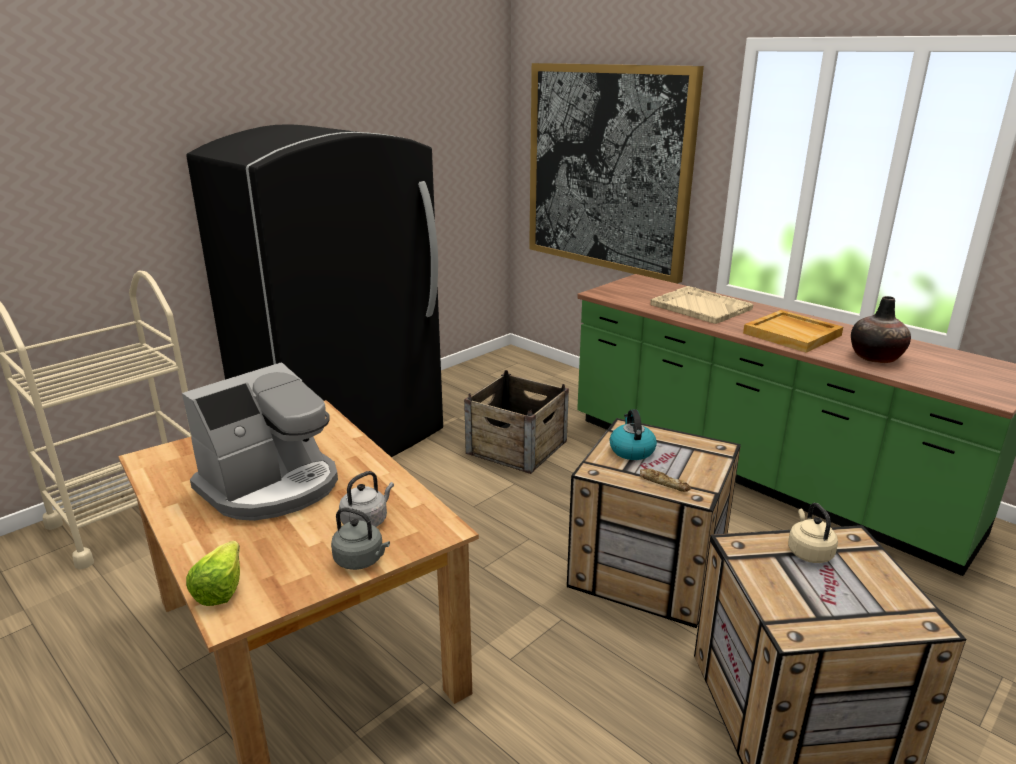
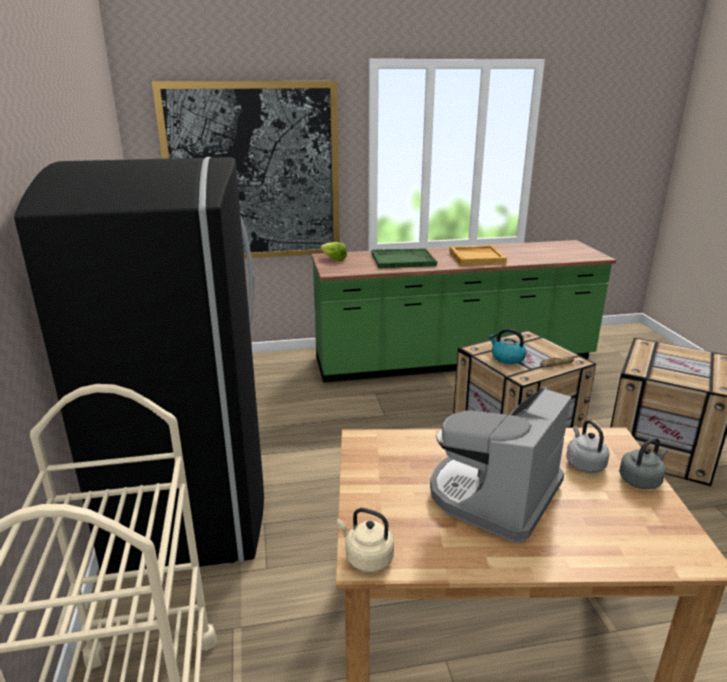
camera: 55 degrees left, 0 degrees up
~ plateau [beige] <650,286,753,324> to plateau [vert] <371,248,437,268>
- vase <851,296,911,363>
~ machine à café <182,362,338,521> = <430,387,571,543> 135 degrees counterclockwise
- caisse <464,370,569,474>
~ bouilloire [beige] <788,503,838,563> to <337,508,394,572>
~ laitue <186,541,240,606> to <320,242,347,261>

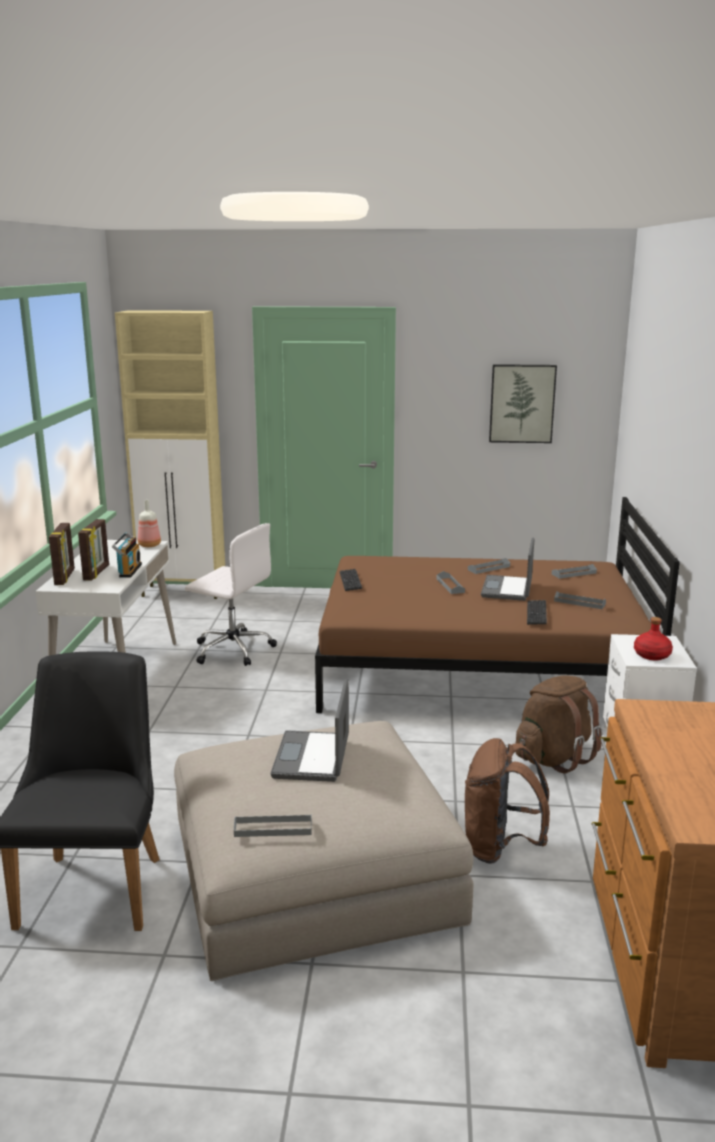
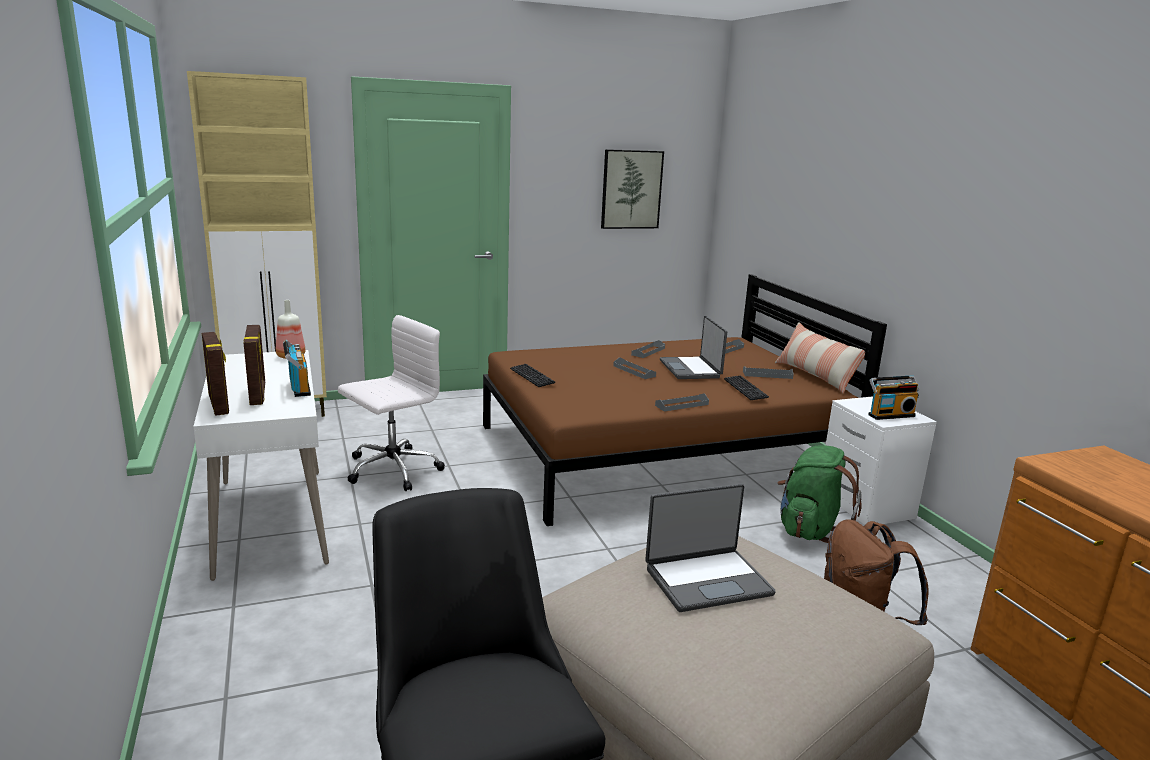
camera: 25 degrees left, 0 degrees up
~ chaise de bureau [blanc] <185,523,277,666> = <338,315,445,491> 45 degrees counterclockwise
~ bouteille [rouge] <634,617,673,660> to radio <868,376,919,420>
~ sac à dos [marron] <515,676,602,774> to sac à dos [vert] <777,445,862,543>
~ ordinateur portable <270,679,349,782> = <645,483,776,612> 90 degrees counterclockwise
~ plateau [gris] <234,814,312,837> to <655,393,709,411>
+ coussin <775,322,865,394>

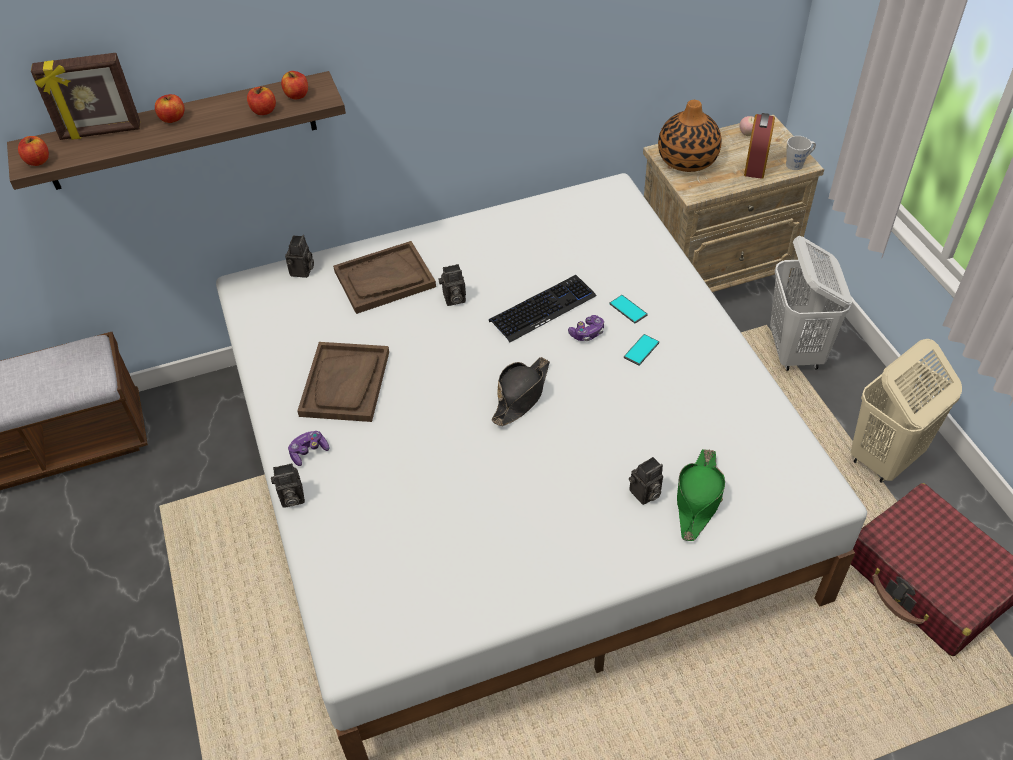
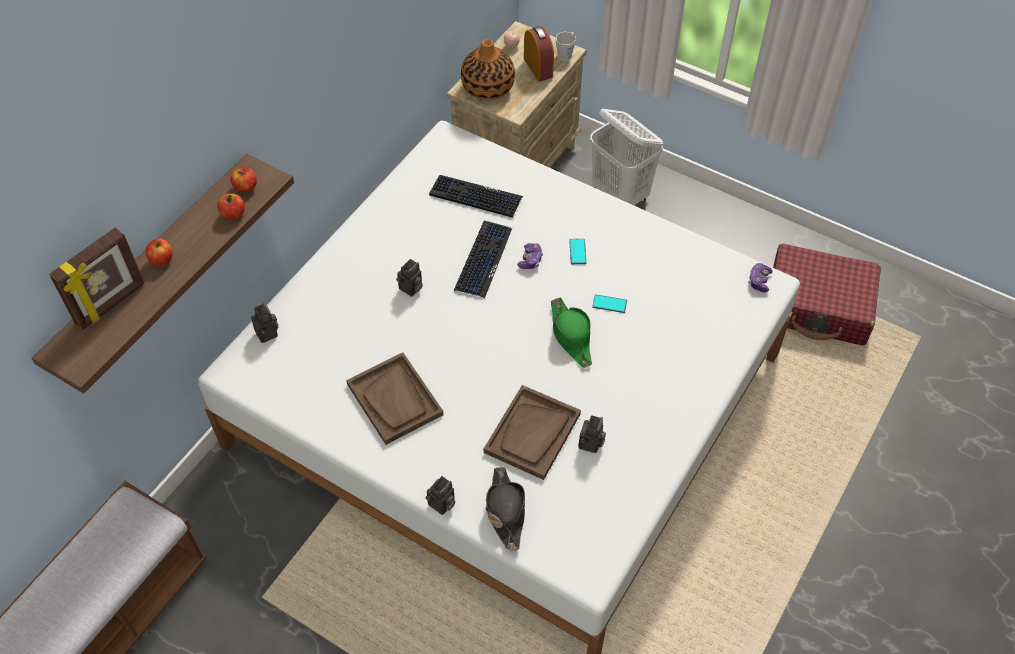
camera: 40 degrees left, 5 degrees up
- pomme <18,136,49,166>
~ plateau [marron] <333,241,436,314> to <484,385,581,480>
~ téléphone <610,295,648,324> to <592,294,627,313>
- panier à linge [beige] <851,339,962,483>
~ chapeau [noir] <491,357,550,426> to <486,467,525,551>
~ manette <288,431,329,466> to <748,263,773,292>
~ chapeau [vert] <677,449,725,541> to <551,297,592,368>
~ appareil photo <629,457,663,505> to <578,415,606,453>
+ clavier <429,175,523,218>

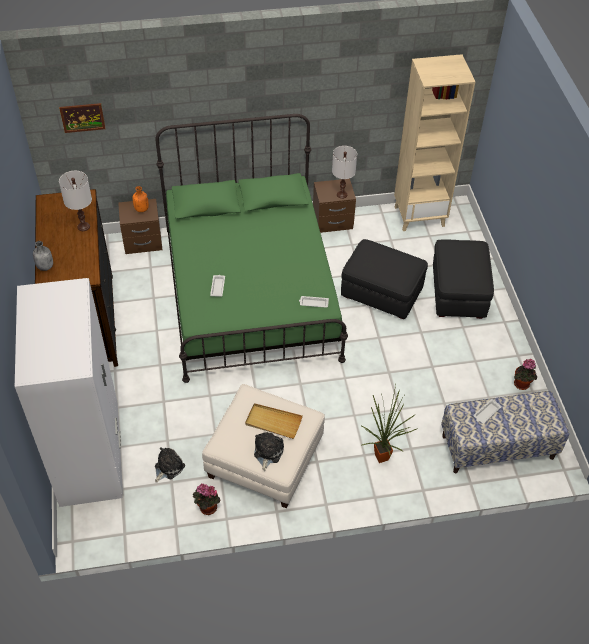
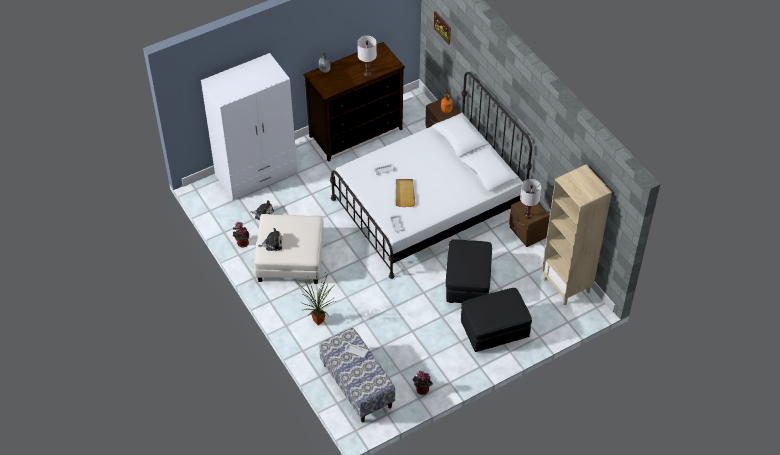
camera: 70 degrees right, 0 degrees up
~ lit [vert] <155,114,348,383> to lit [blanc] <330,72,532,279>
~ plateau [beige] <245,403,303,439> to <396,179,415,207>

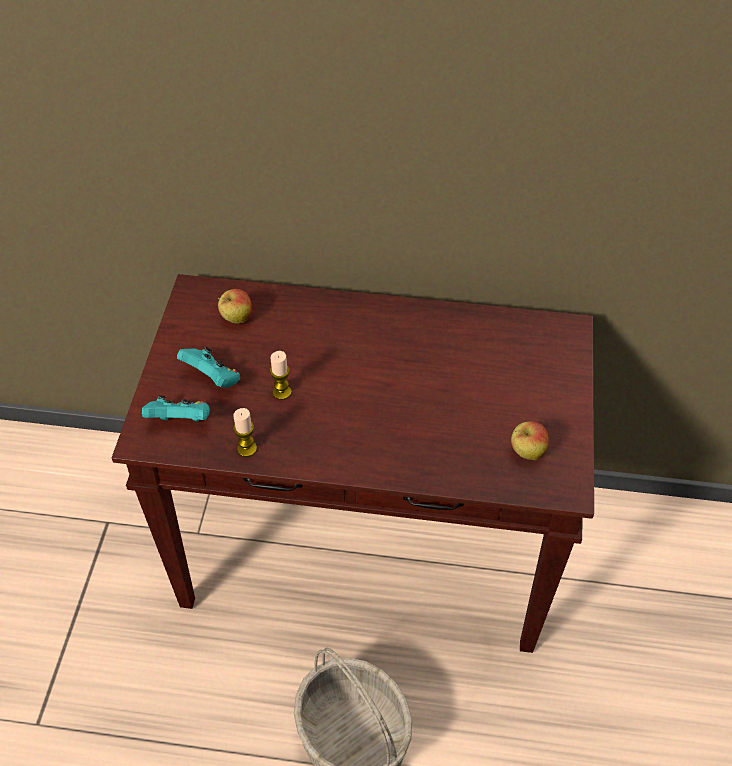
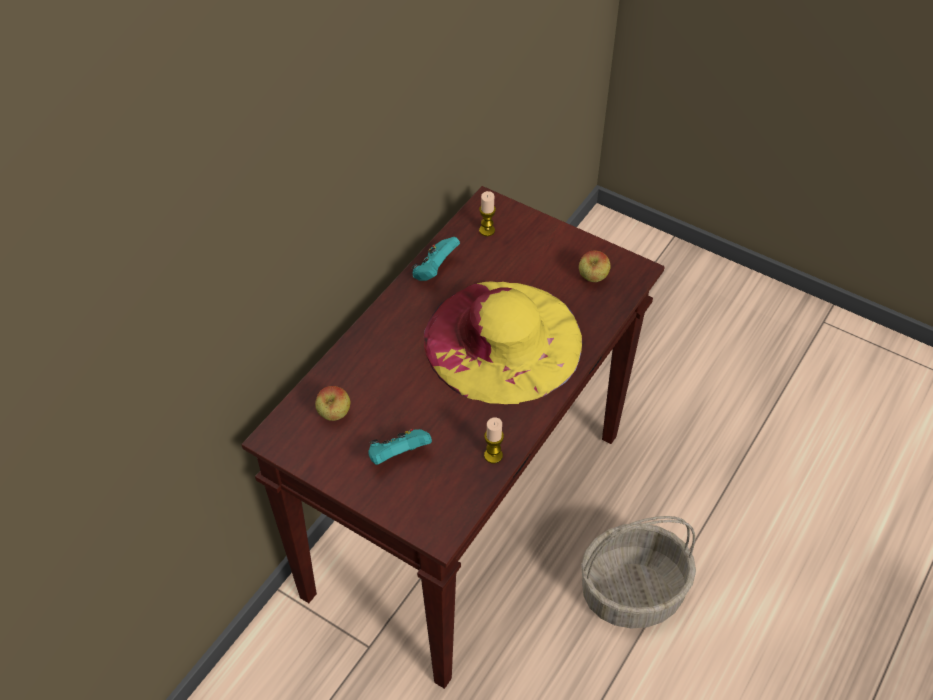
camera: 65 degrees left, 0 degrees up
~ bougie <270,351,291,400> to <479,191,496,236>
~ manette [turquoise] <142,395,210,422> to <412,237,460,281>
+ chapeau [jaune] <424,281,582,404>

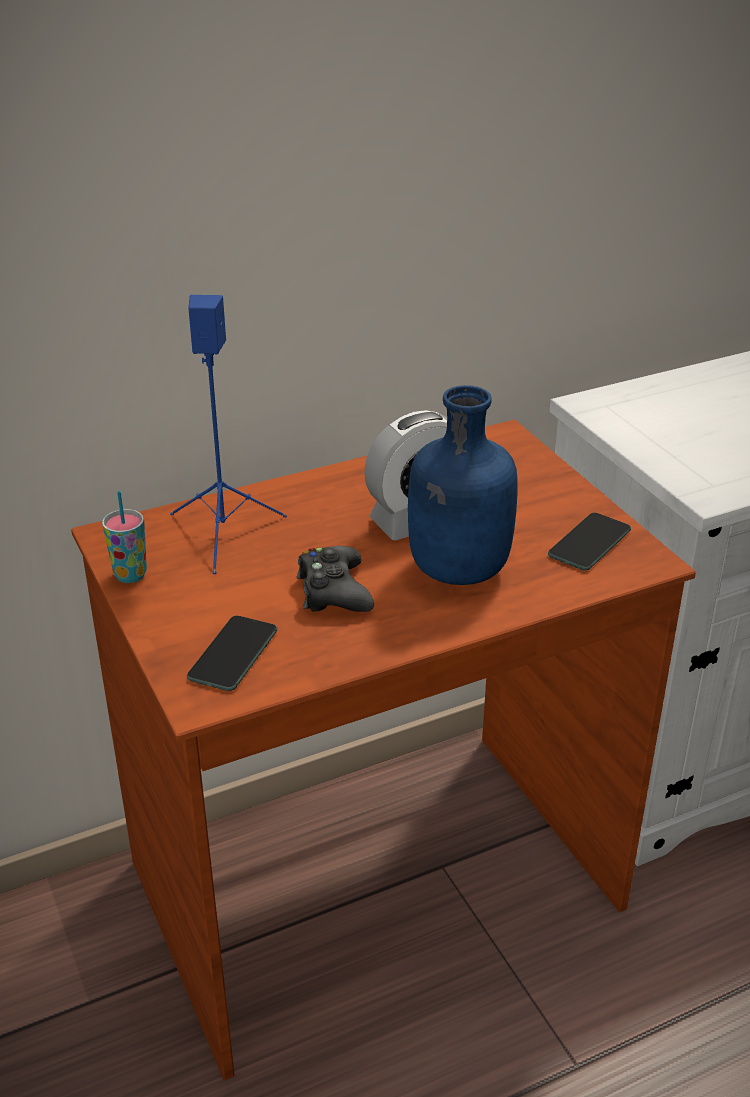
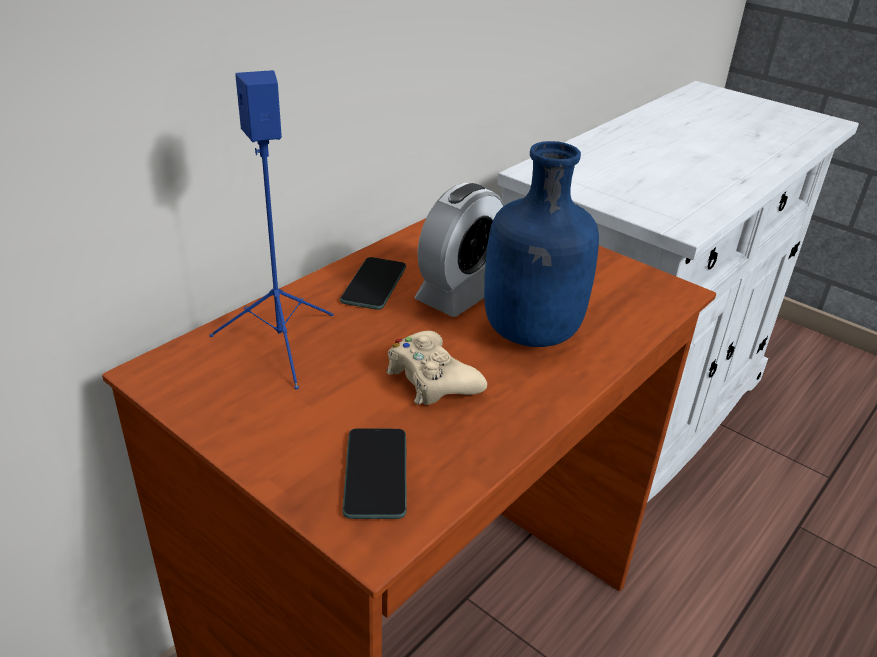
camera: 25 degrees left, 0 degrees up
- tasse <102,491,147,583>
~ téléphone <548,513,631,571> to <340,257,406,310>
~ manette [noir] <297,546,374,612> to manette [beige] <386,331,487,405>

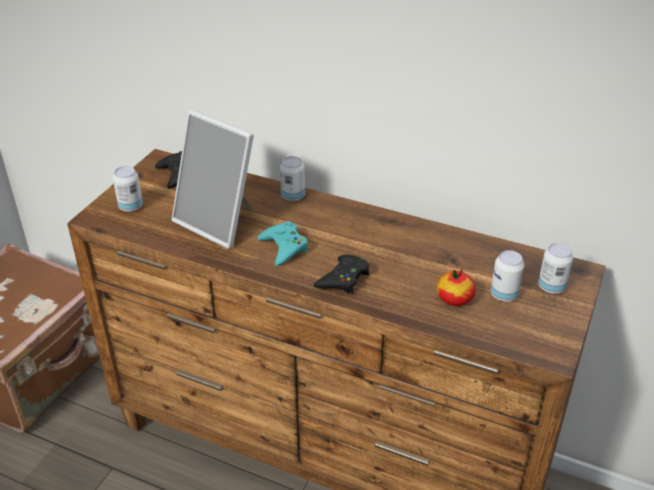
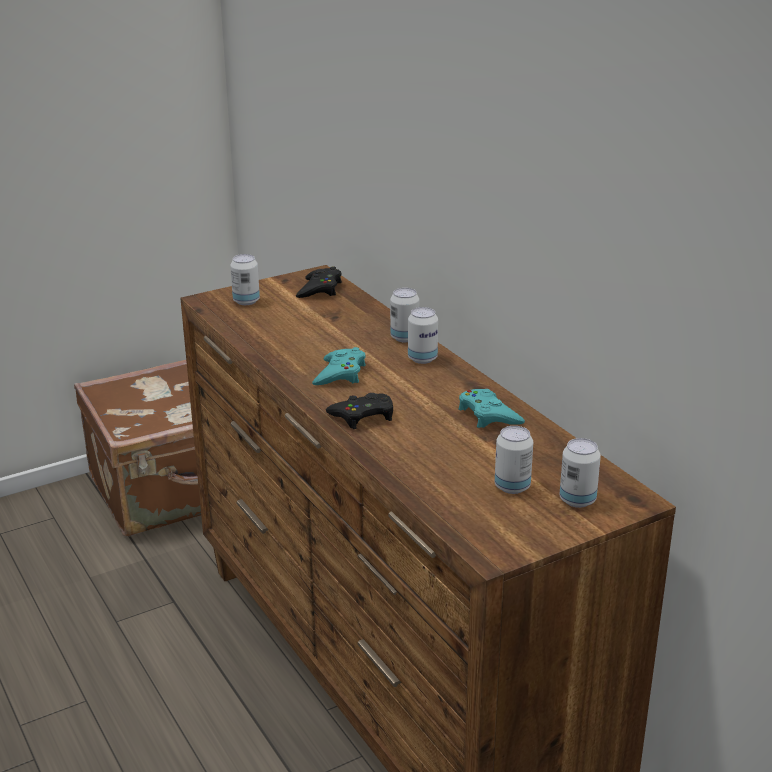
camera: 35 degrees right, 10 degrees down
- cadre photo <172,110,255,249>
- pomme <437,269,476,306>
+ boîte métallique <408,307,438,364>
+ manette [turquoise] <459,389,525,428>

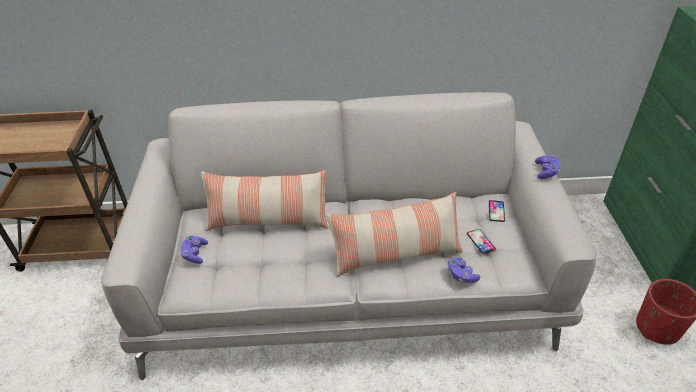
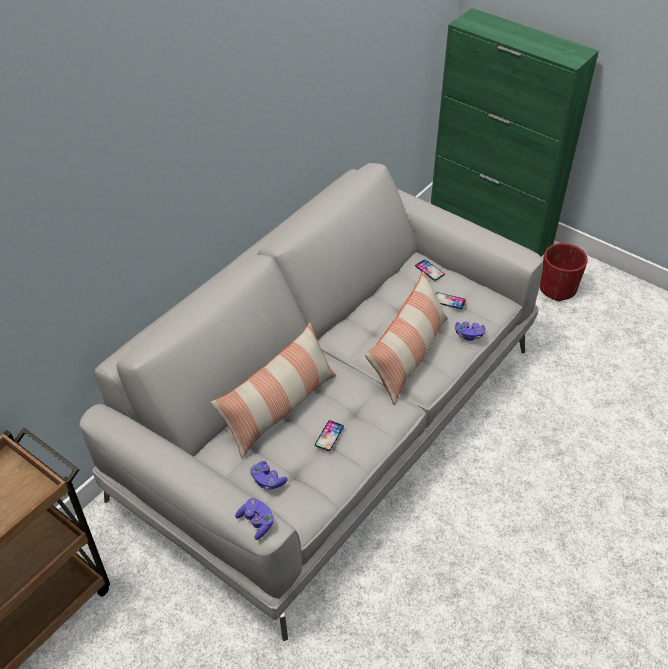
camera: 50 degrees left, 5 degrees up
~ manette [violet] <535,154,560,179> to <235,498,274,540>
+ téléphone <315,420,344,451>

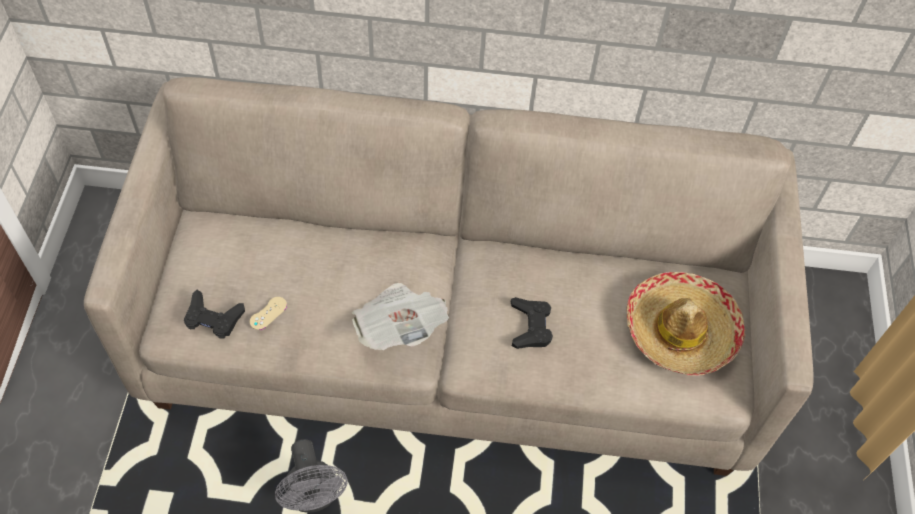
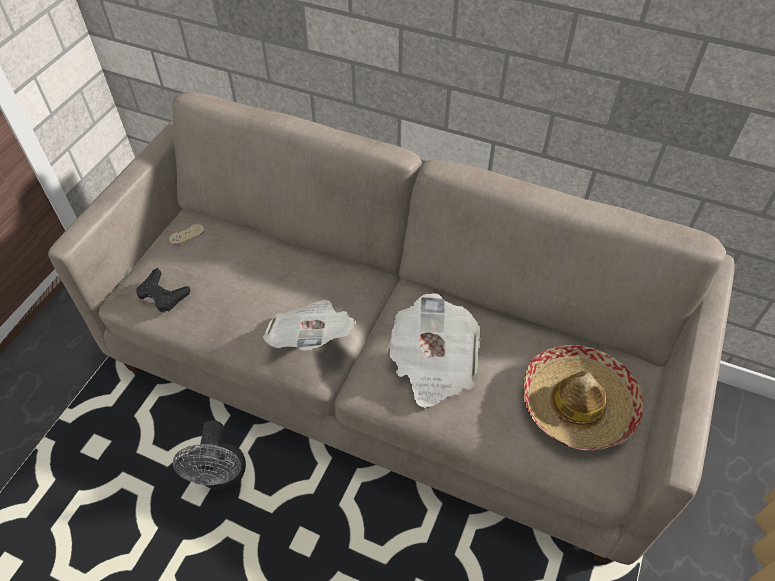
camera: 20 degrees right, 5 degrees down
~ manette [beige] <250,297,287,330> to <169,224,204,245>
~ manette [noir] <511,297,553,349> to journal <387,293,480,408>

